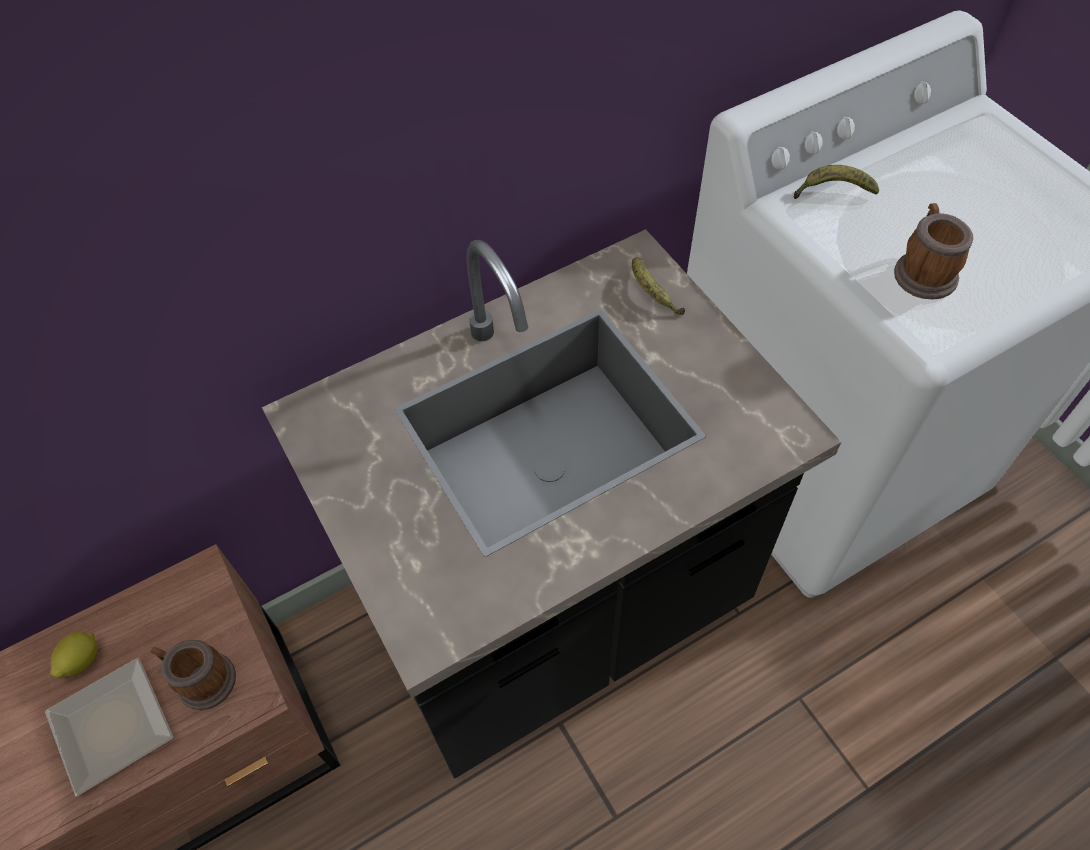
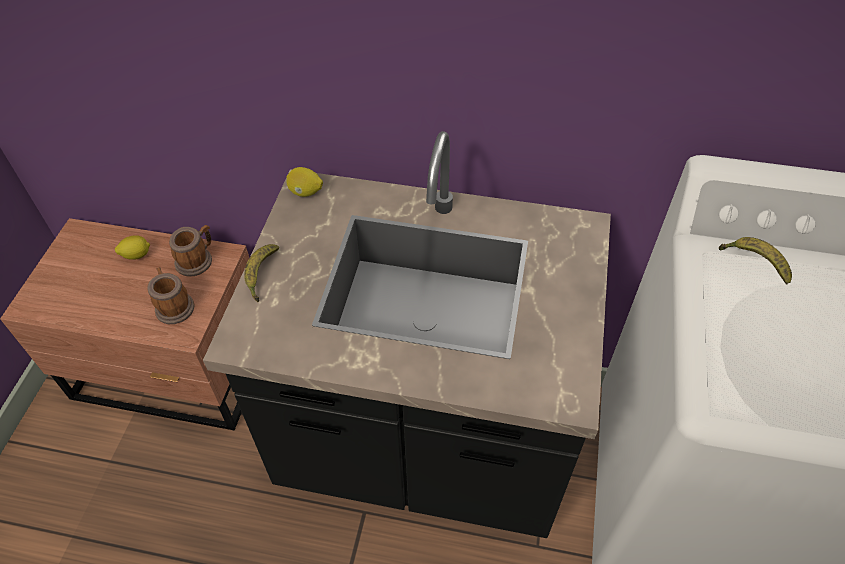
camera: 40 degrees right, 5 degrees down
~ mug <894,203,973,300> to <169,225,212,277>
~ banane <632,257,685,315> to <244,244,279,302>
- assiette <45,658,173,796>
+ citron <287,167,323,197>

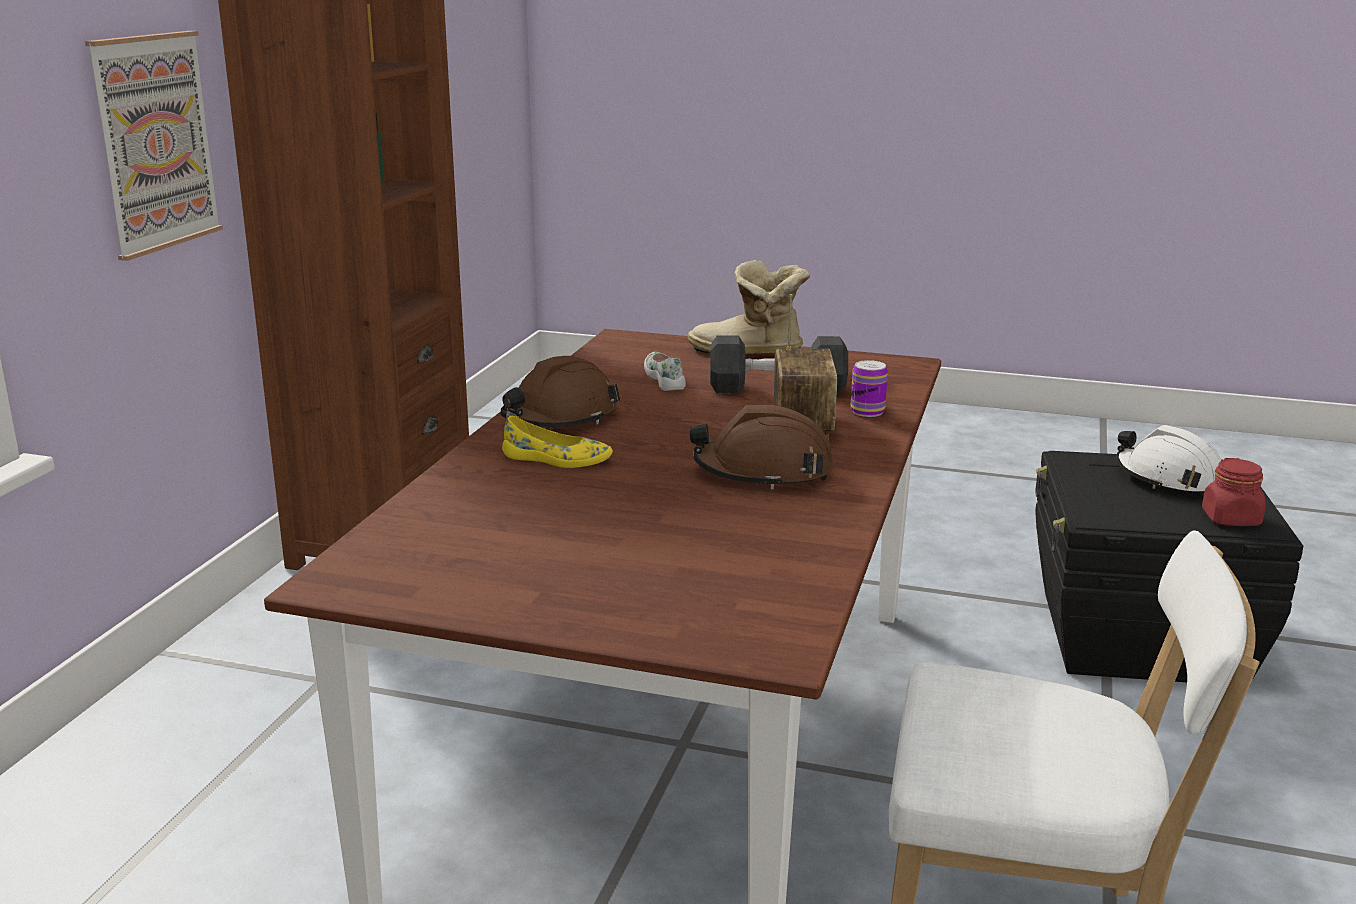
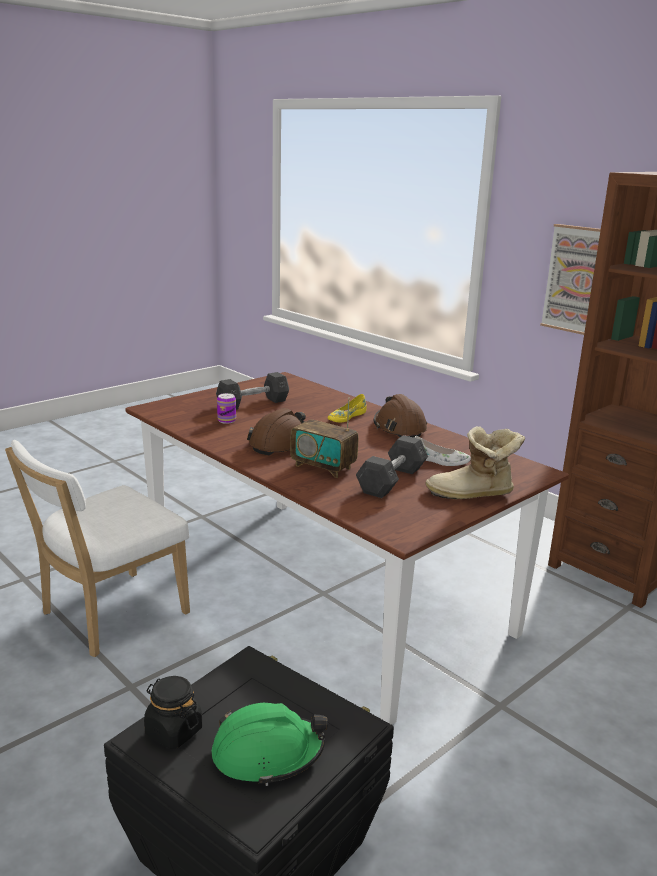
camera: 120 degrees right, 0 degrees up
~ botte <688,260,810,354> = <425,426,525,499> 135 degrees counterclockwise
~ boîte métallique <851,360,888,417> to <217,393,236,424>
~ casque de chantier [blanc] <1116,425,1221,496> to casque de chantier [vert] <212,703,328,786>
~ bocal [rouge] <1202,458,1266,526> to bocal [noir] <144,676,202,749>
+ haltère [gris] <216,372,289,410>

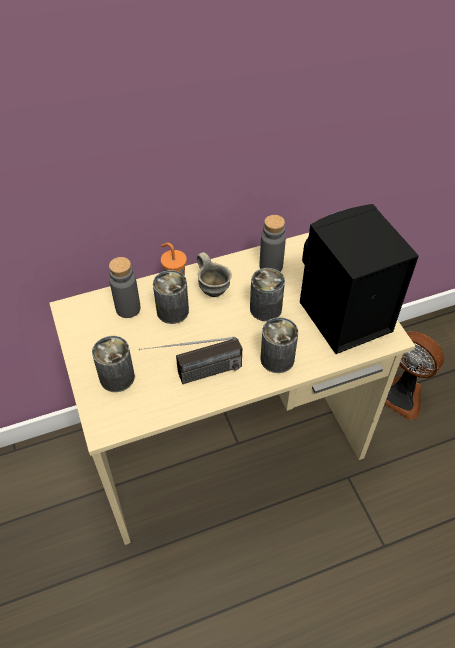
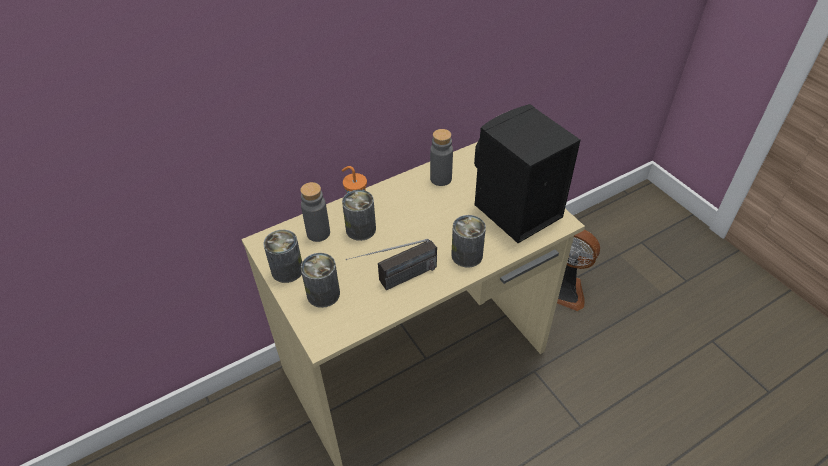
camera: 10 degrees left, 5 degrees down
- mug [gris] <197,252,232,297>
~ boîte métallique <250,268,285,321> to <263,230,302,283>

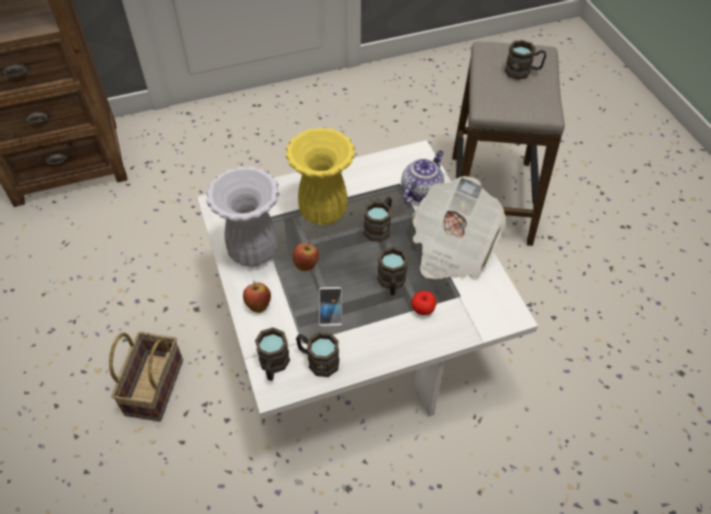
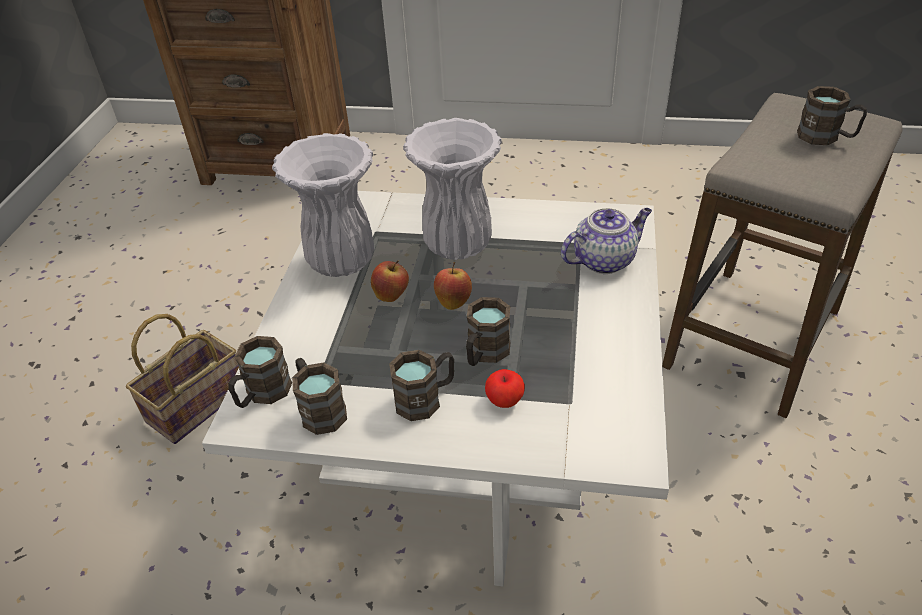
camera: 30 degrees right, 10 degrees down
~ vase [jaune] <285,127,355,225> to vase [blanc] <403,118,502,260>
- journal <412,176,506,279>
~ mug [marron] <364,197,392,242> to <389,350,454,421>
~ pomme <243,281,271,313> to <434,262,472,310>
- téléphone <319,287,342,327>

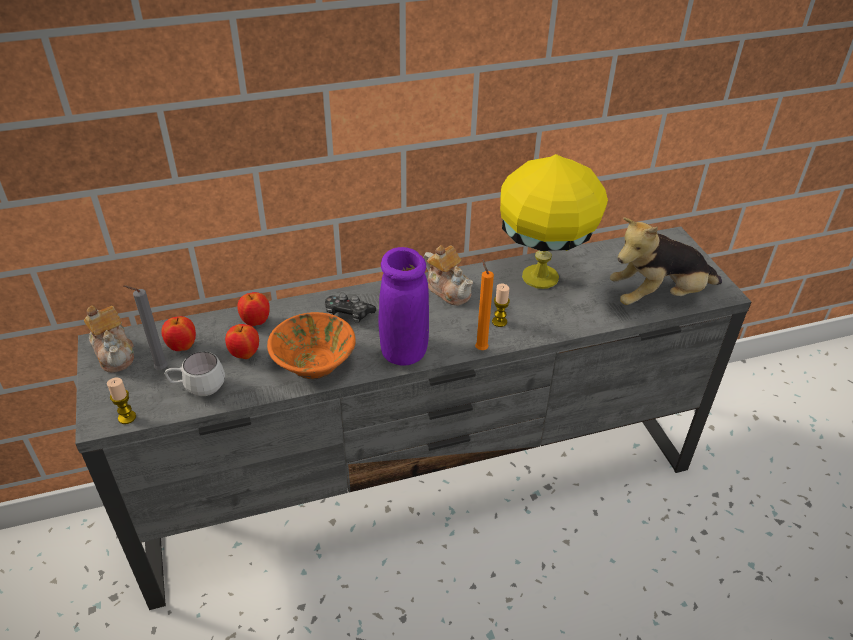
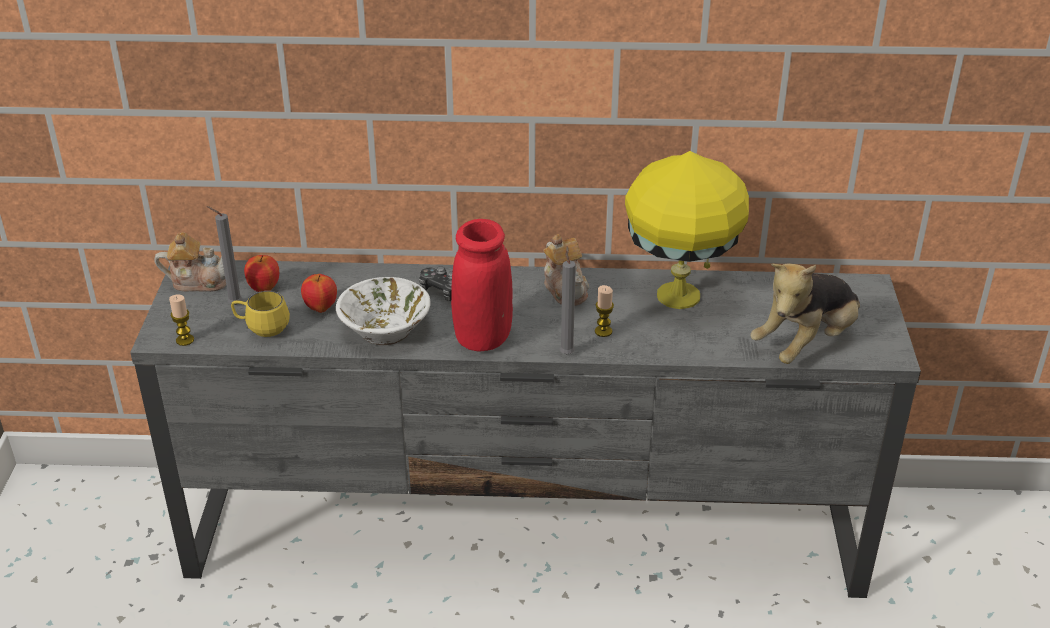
camera: 20 degrees right, 5 degrees down
~ peluche <610,217,722,305> = <750,263,860,364> 45 degrees counterclockwise
~ vase [violet] <379,247,429,366> to vase [rouge] <451,219,513,352>
~ bougie [orange] <475,258,494,350> to bougie [gris] <559,246,576,354>
- pomme <237,292,270,326>
~ théière <84,305,134,373> = <155,232,226,292> 75 degrees counterclockwise
~ bol [orange] <267,312,355,379> to bol [blanc] <336,277,431,345>
~ mug [blanc] <165,351,225,396> to mug [jaune] <231,291,290,337>

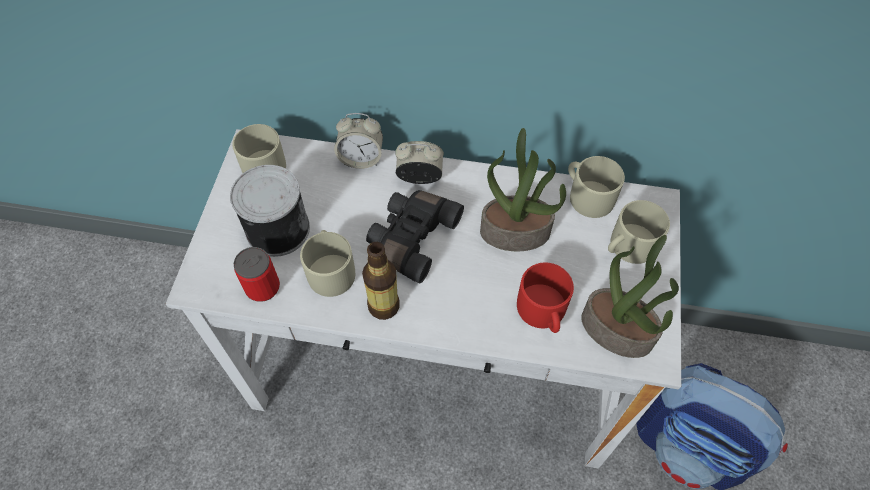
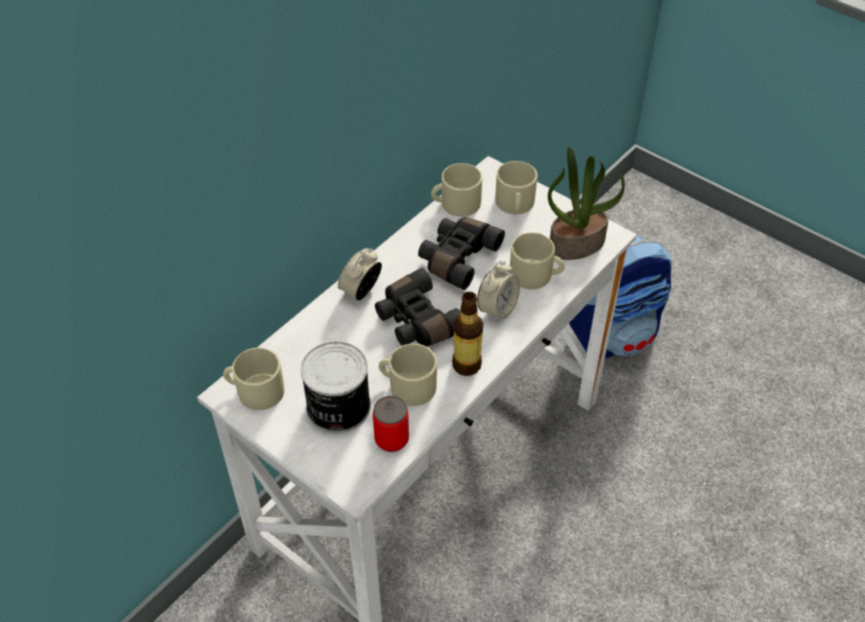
camera: 60 degrees left, 10 degrees down
~ réveil <334,113,383,169> to <477,261,520,323>
~ plante en pot <480,128,566,251> to jumelles [noir] <418,217,505,290>
~ mug [rouge] <517,263,574,333> to mug [beige] <510,232,565,289>

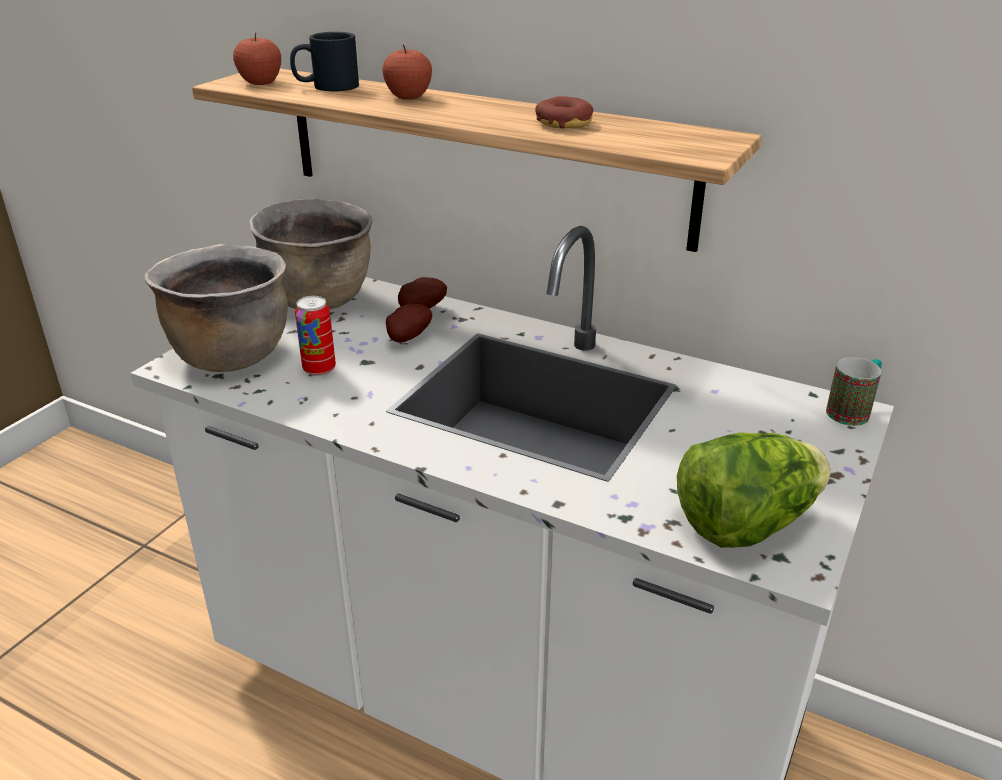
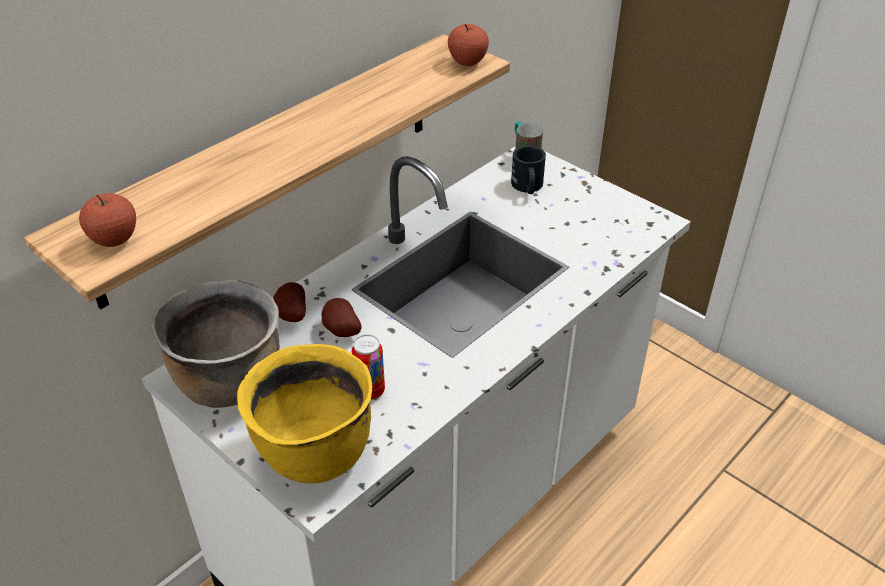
camera: 75 degrees left, 10 degrees up
~ mug [noir] <290,32,359,92> to <511,145,546,194>
~ pomme <382,44,432,100> to <448,24,489,66>
- beignet <535,96,593,128>
~ marmite [marron] <144,244,288,372> to marmite [jaune] <237,344,372,484>
- laitue <677,432,831,548>

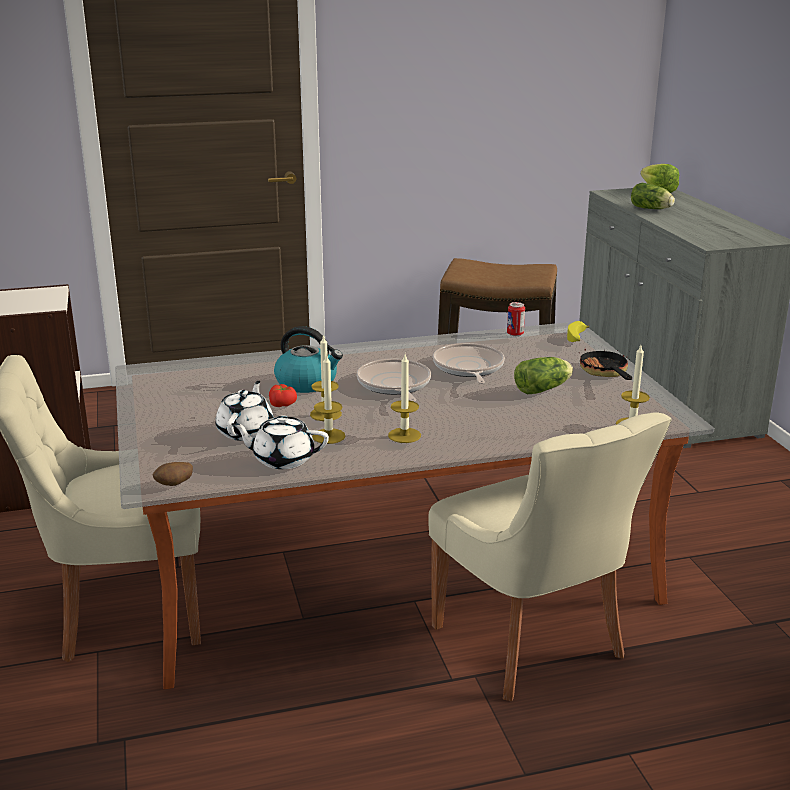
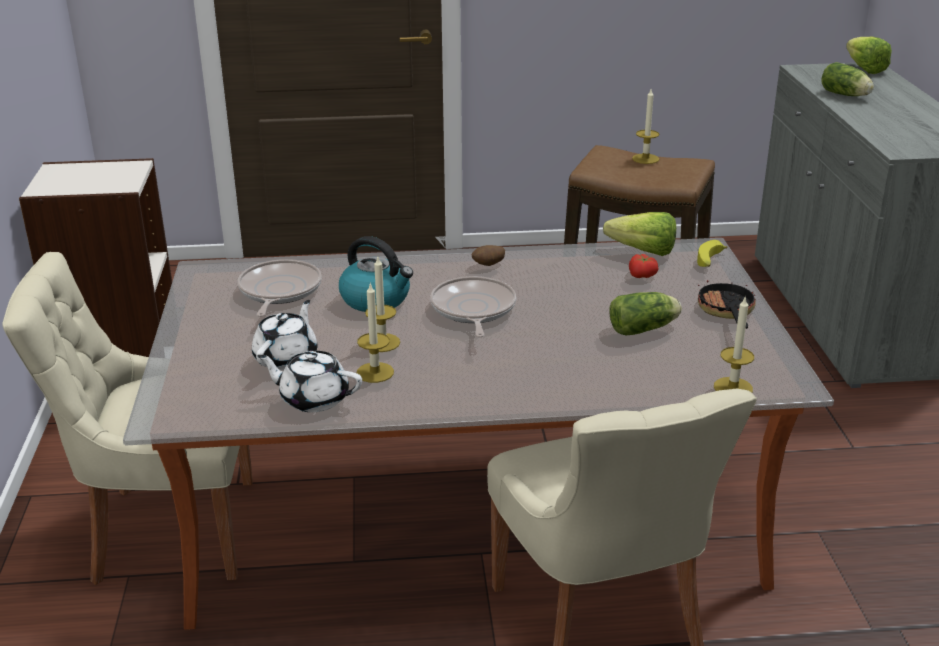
camera: 10 degrees right, 5 degrees up
~ boîte métallique <507,302,525,336> to laitue <603,212,676,256>
~ poêle <433,343,505,384> to <238,259,322,317>
~ bougie <388,354,421,443> to <632,89,659,164>
~ tomate <269,384,297,407> to <629,254,659,278>
~ pomme de terre <153,462,193,486> to <472,245,505,266>

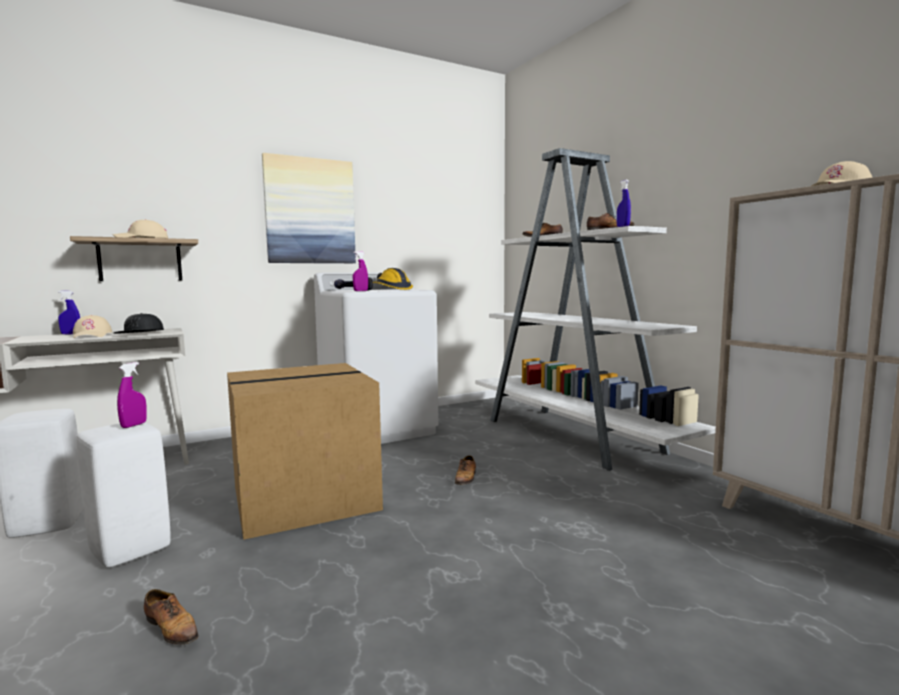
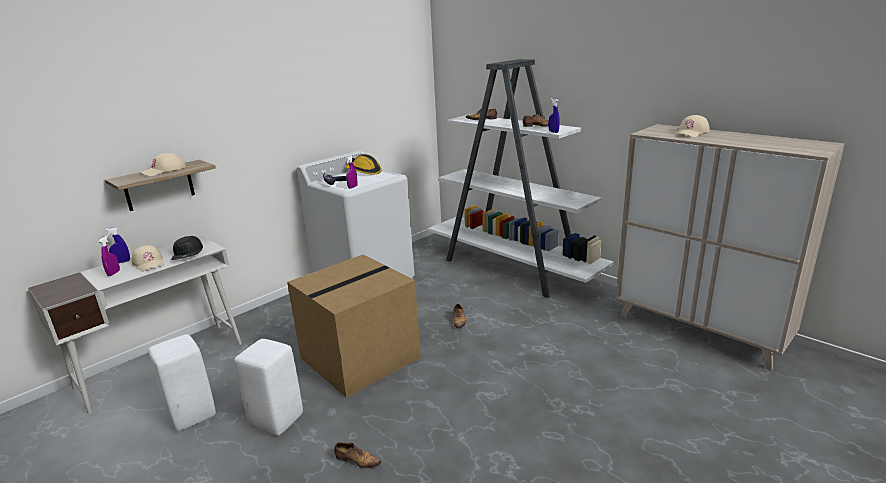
camera: 15 degrees left, 15 degrees up
- tableau <262,153,356,263>
~ vaporisateur [violet] <117,362,147,428> to <99,236,120,276>

